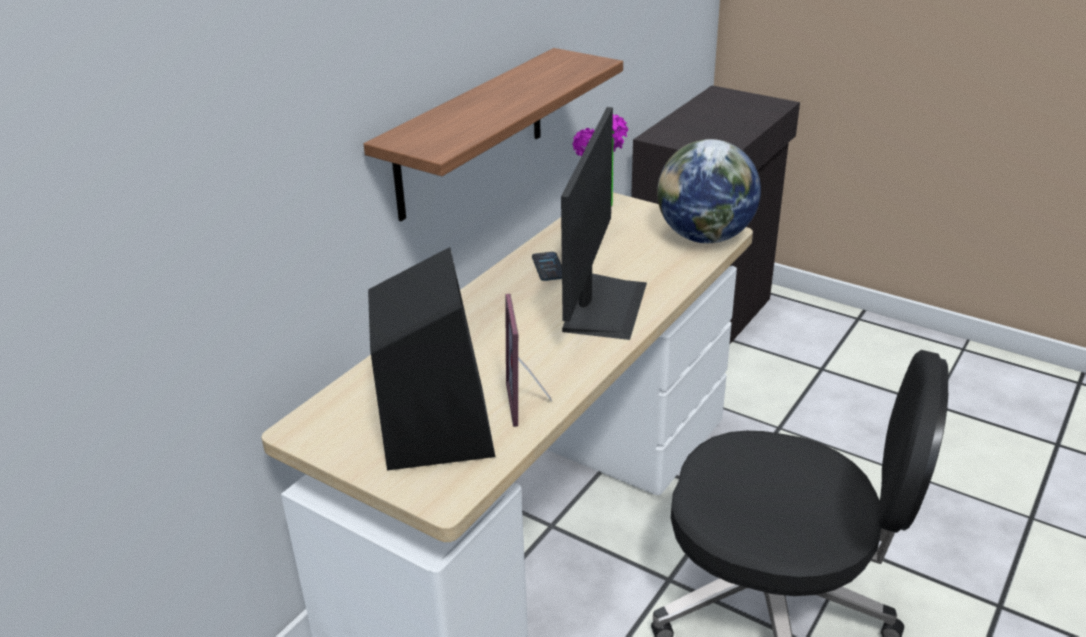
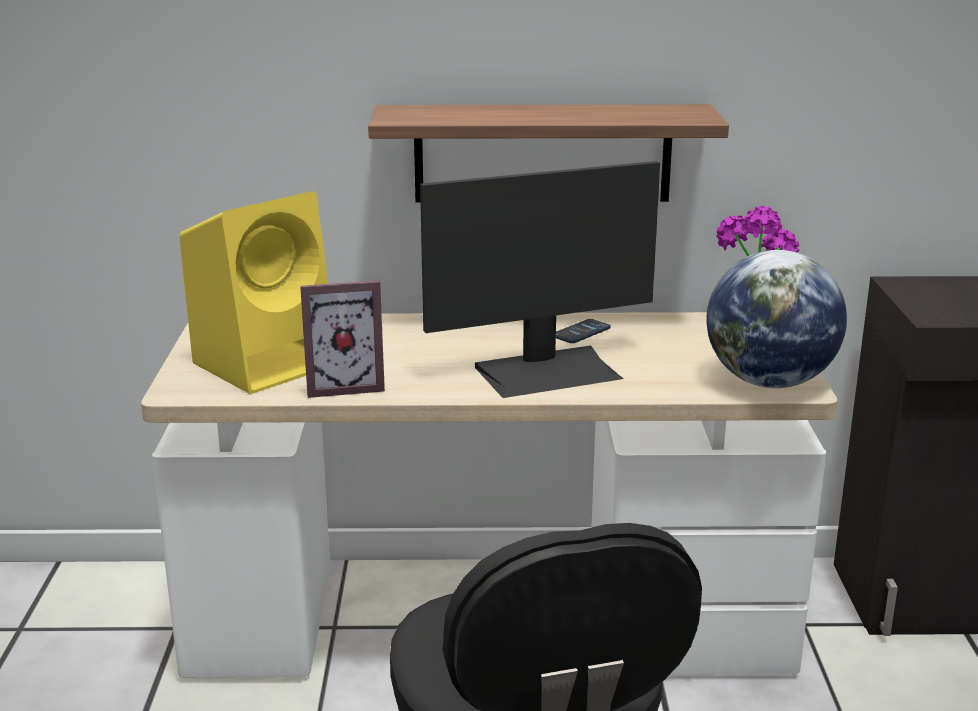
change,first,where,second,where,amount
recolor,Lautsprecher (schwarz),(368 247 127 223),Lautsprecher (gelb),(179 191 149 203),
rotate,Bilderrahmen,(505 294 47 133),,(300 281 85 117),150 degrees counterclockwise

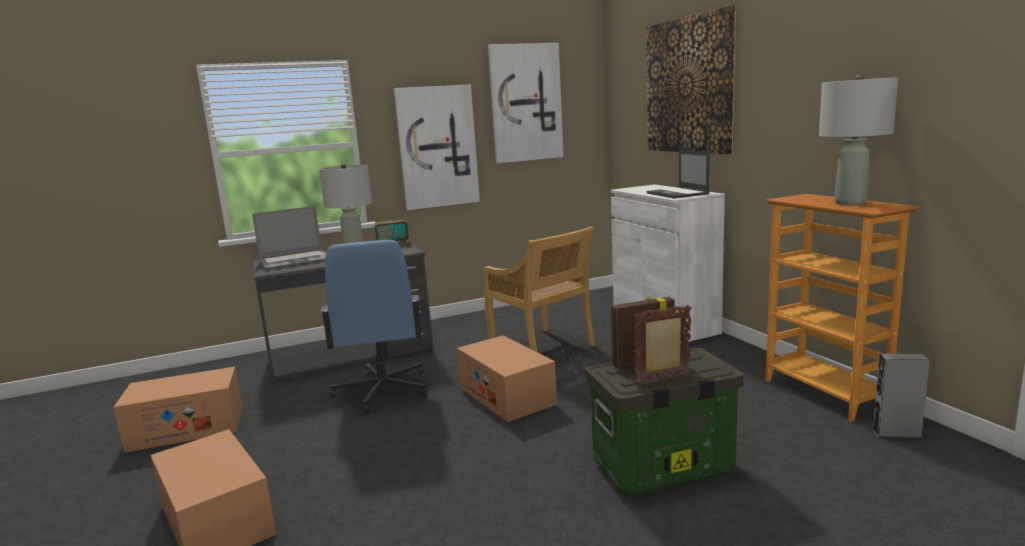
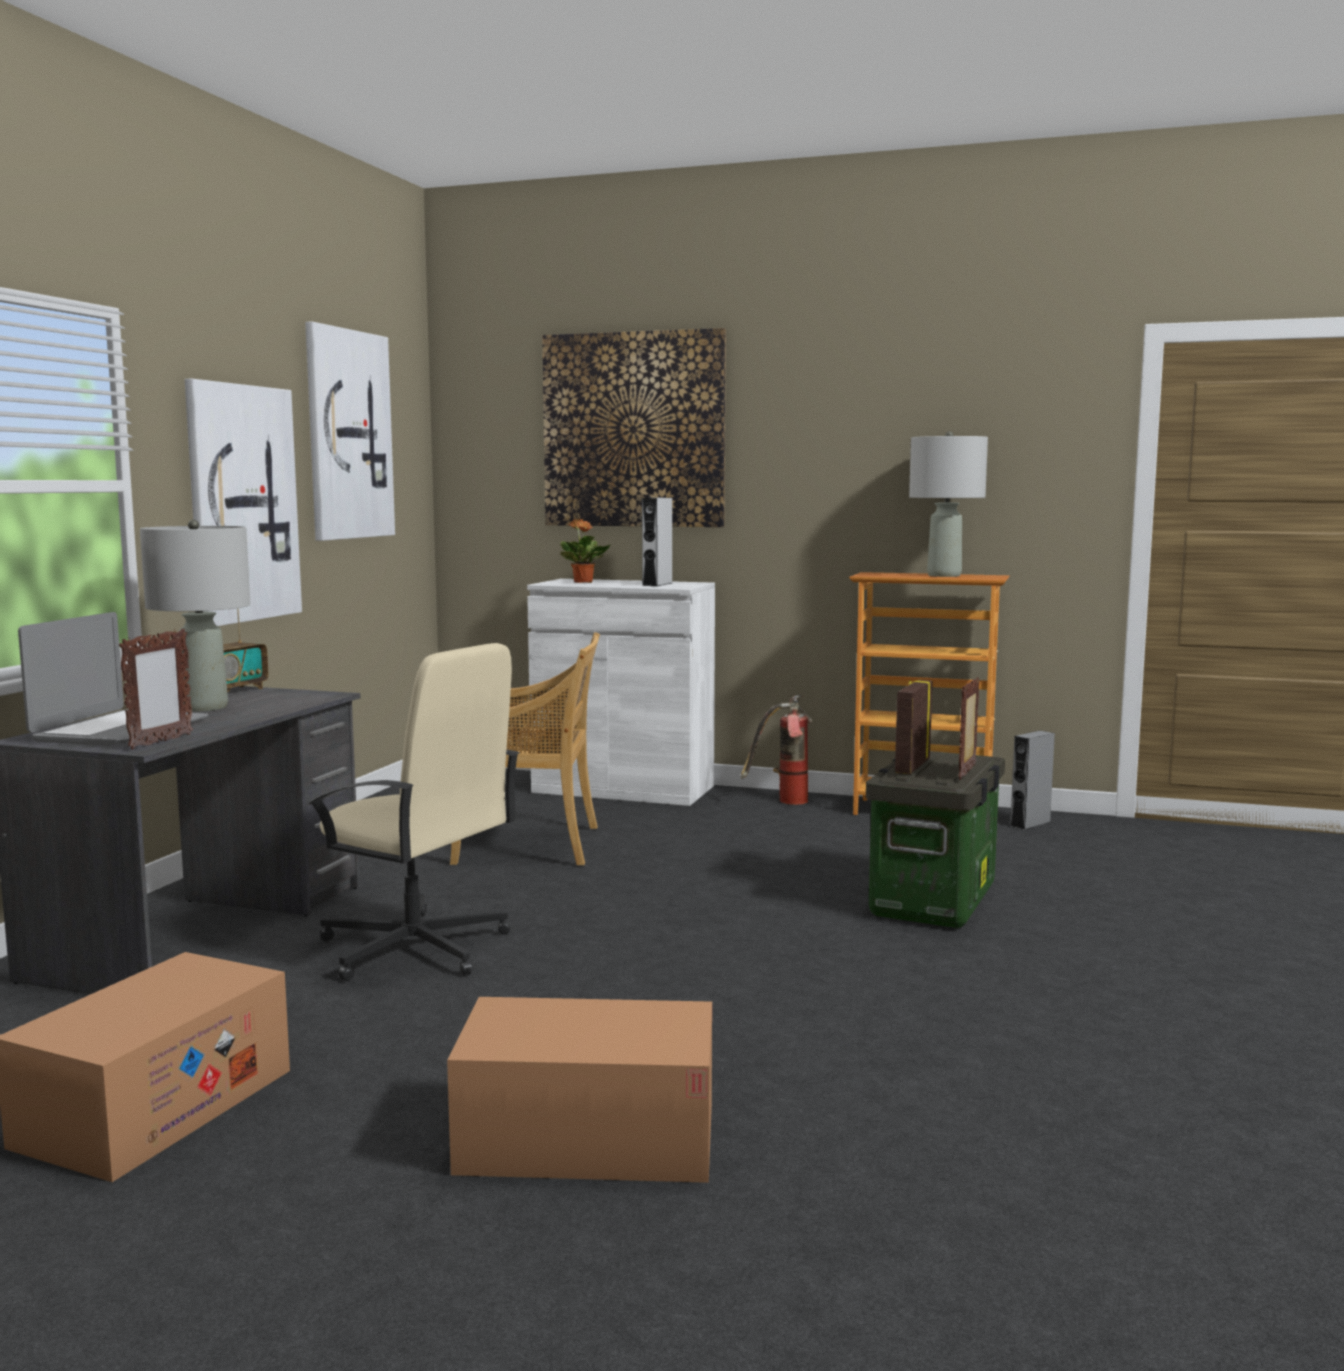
change,first,where,second,where,amount
replace,Laptop,(647 150 62 48),Lautsprecher (grau),(642 498 30 88),
recolor,Bürostuhl (blau),(320 240 108 173),Bürostuhl (beige),(308 643 211 338),
delete,Karton,(457 335 100 87),,,
insert,,,Topfpflanze,(560 519 50 64),
insert,,,Bilderrahmen,(119 629 74 120),
insert,,,Feuerlöscher,(741 695 71 110),

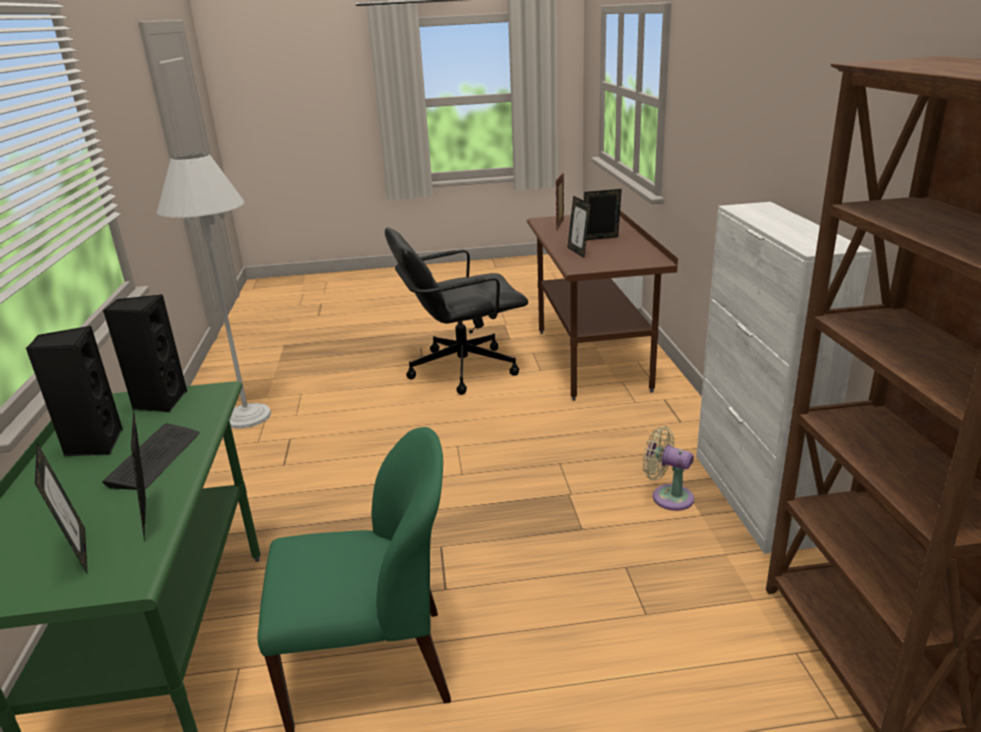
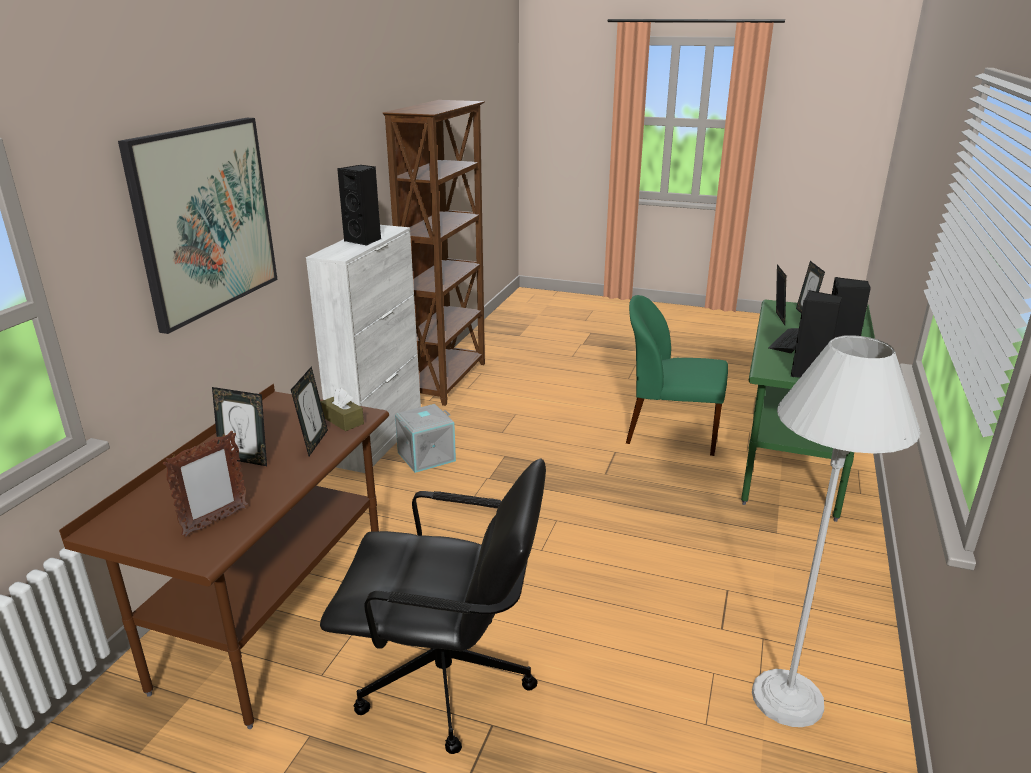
change,first,where,second,where,amount
replace,Ventilator (beige),(642 426 52 85),Aufbewahrungsbox (grau),(395 404 61 69),
insert,,,Bild,(118 118 160 216),
insert,,,Lautsprecher (schwarz),(337 165 44 81),
insert,,,Taschentuchbox (braun),(321 388 43 43),

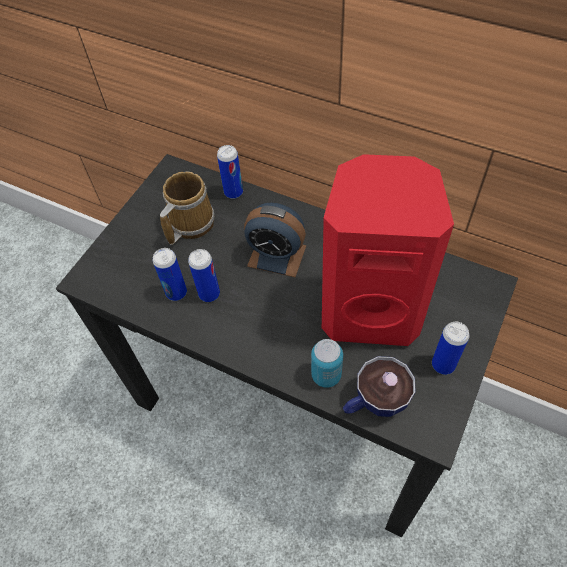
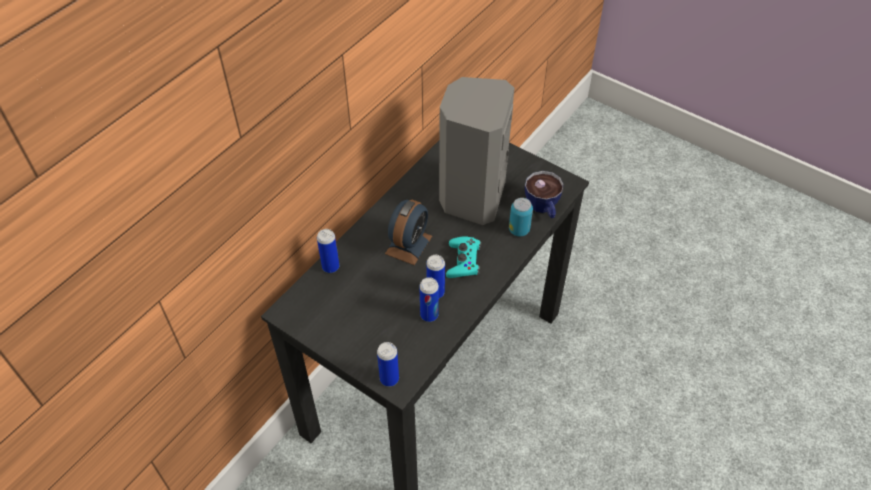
change,first,where,second,where,amount
recolor,Lautsprecher (rot),(322 154 132 192),Lautsprecher (grau),(439 77 75 148),
delete,Henkelbecher,(160 171 55 74),,,
move,Dose,(432 322 38 53),,(377 342 22 45),
insert,,,Gamepad (türkis),(446 236 36 42),

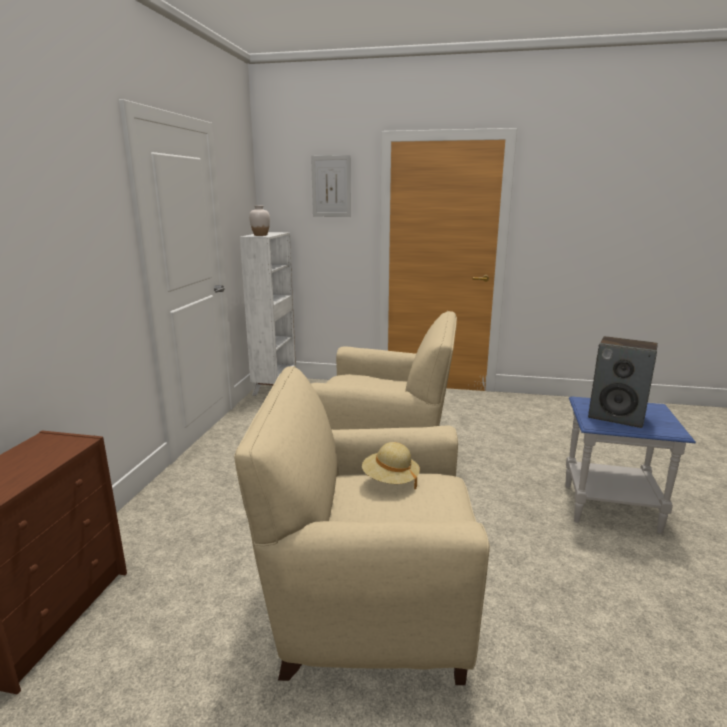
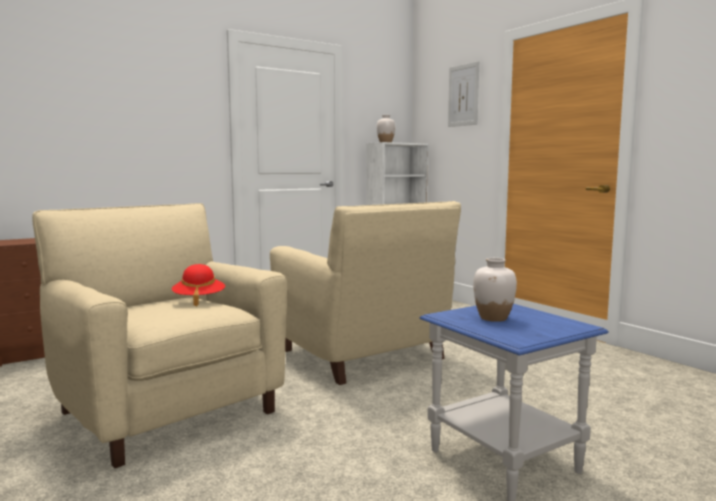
change,first,where,second,where,amount
replace,Lautsprecher,(588 336 70 92),Vase (weiß),(473 258 44 64),
recolor,Hut (beige),(362 442 58 47),Hut (rot),(172 264 53 42),

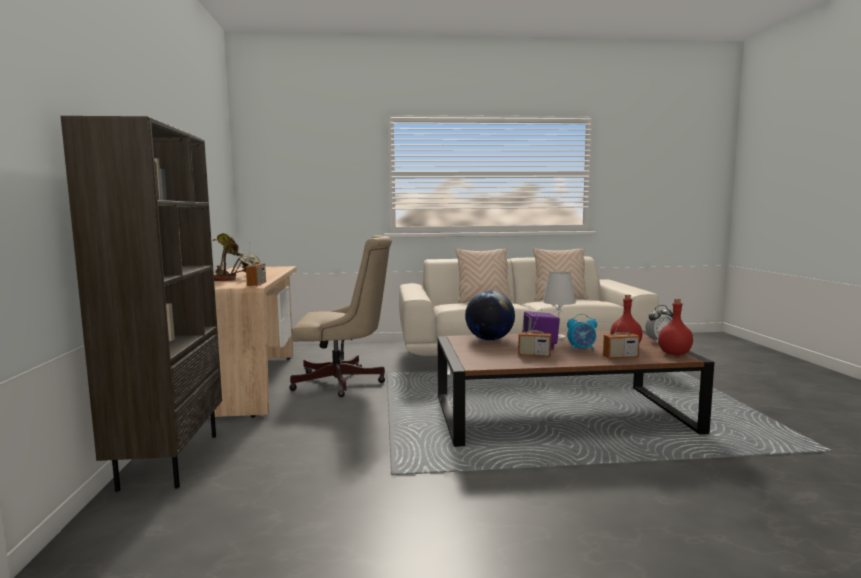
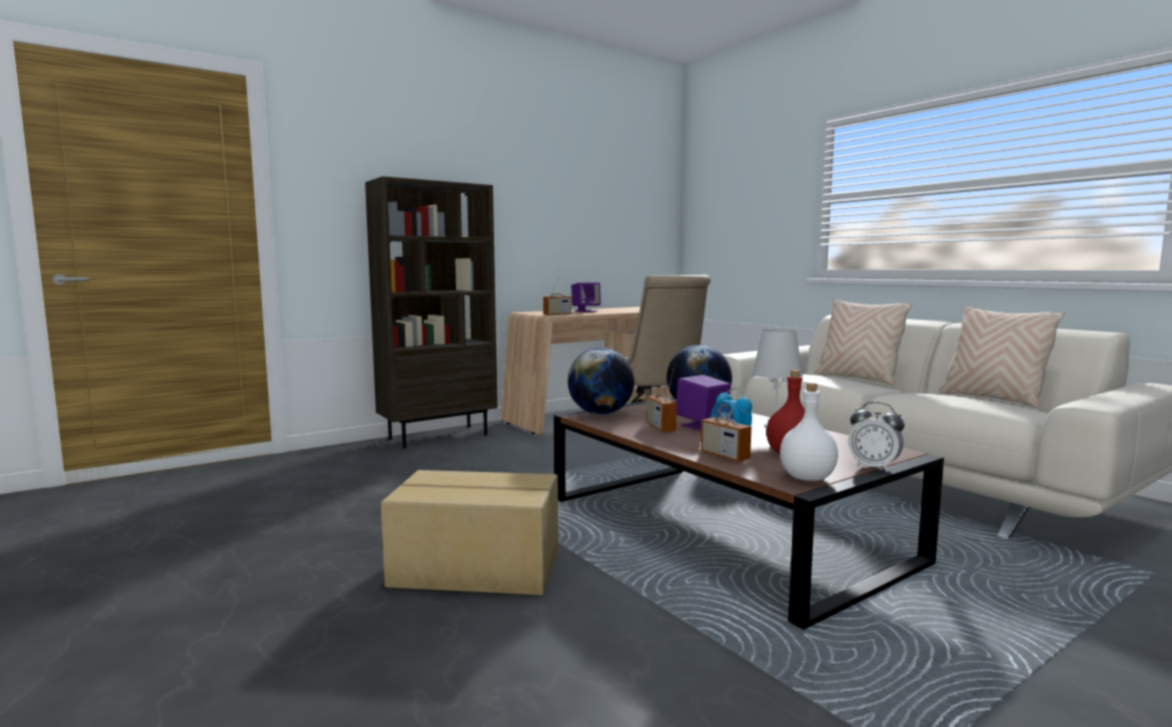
change,first,where,second,where,amount
replace,Topfpflanze,(213 233 47 48),Lautsprecher (lila),(571 282 30 30),
recolor,Flasche (rot),(658 299 35 56),Flasche (weiß),(780 383 58 98),
insert,,,Globus,(568 348 67 67),
insert,,,Karton,(381 470 177 125),

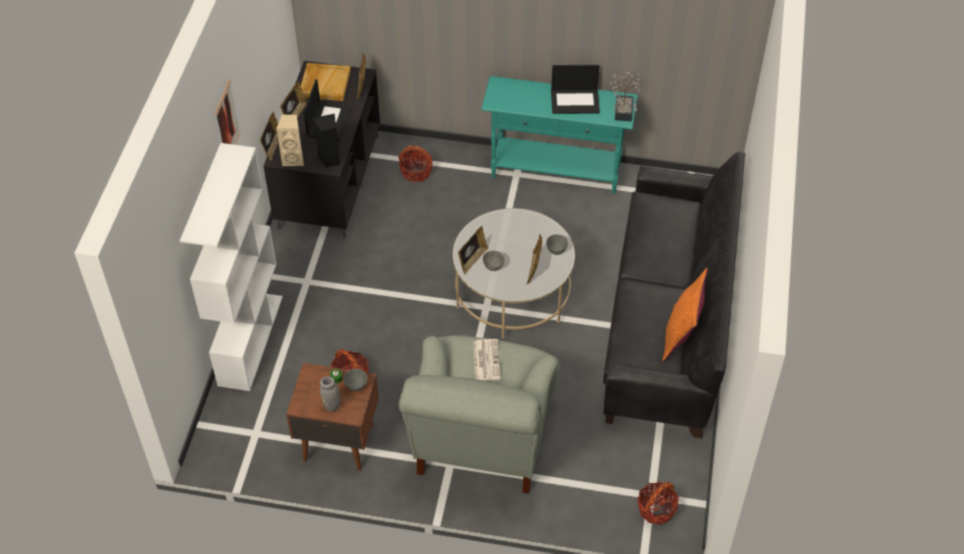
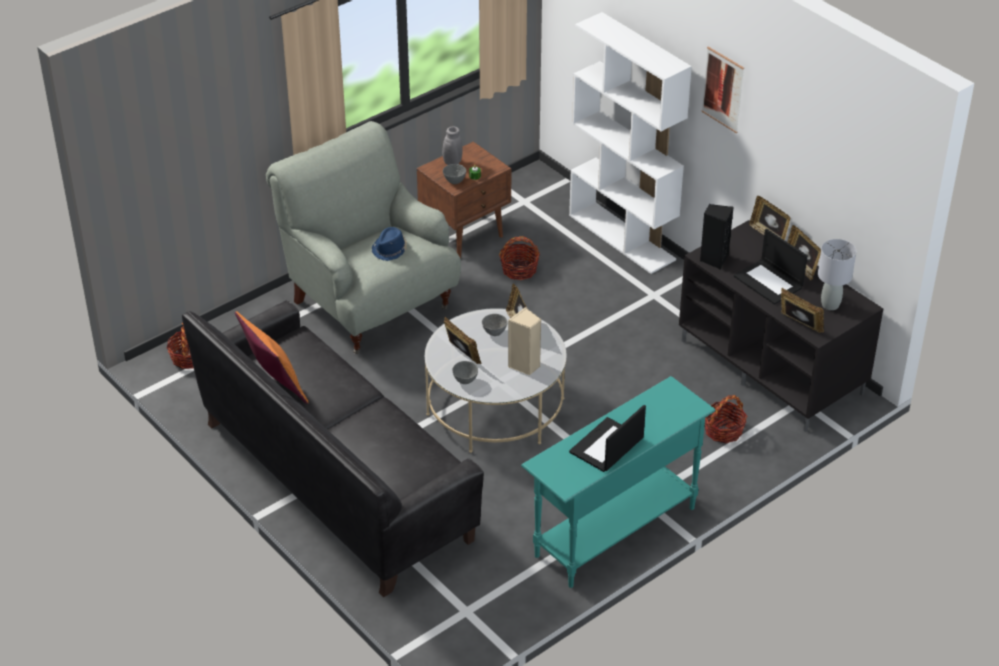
change,first,where,second,where,amount
replace,Tablett (beige),(301 63 50 38),Tischlampe (grau),(818 239 39 71),
delete,Topfpflanze,(610 72 30 50),,,
move,Lautsprecher (beige),(276 114 28 52),,(508 307 34 68),
replace,Zeitung,(474 339 27 41),Hut (blau),(372 227 35 34),

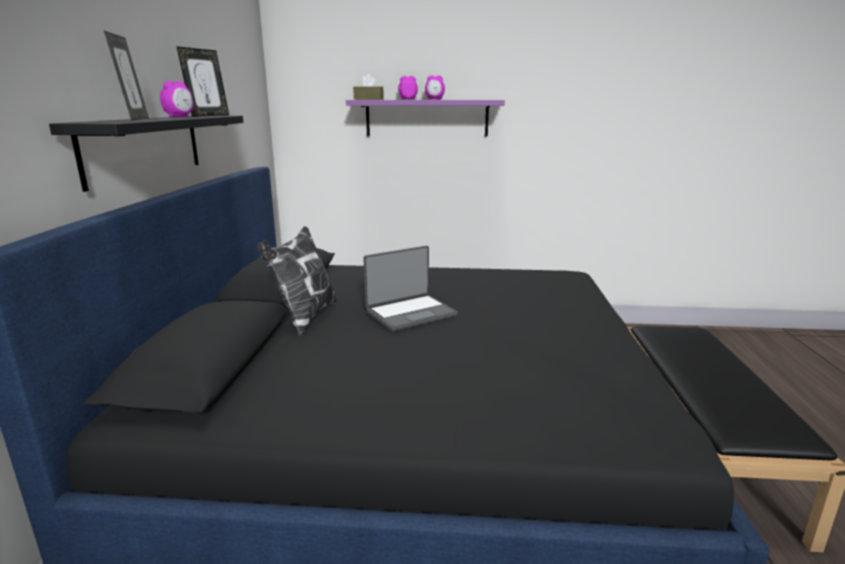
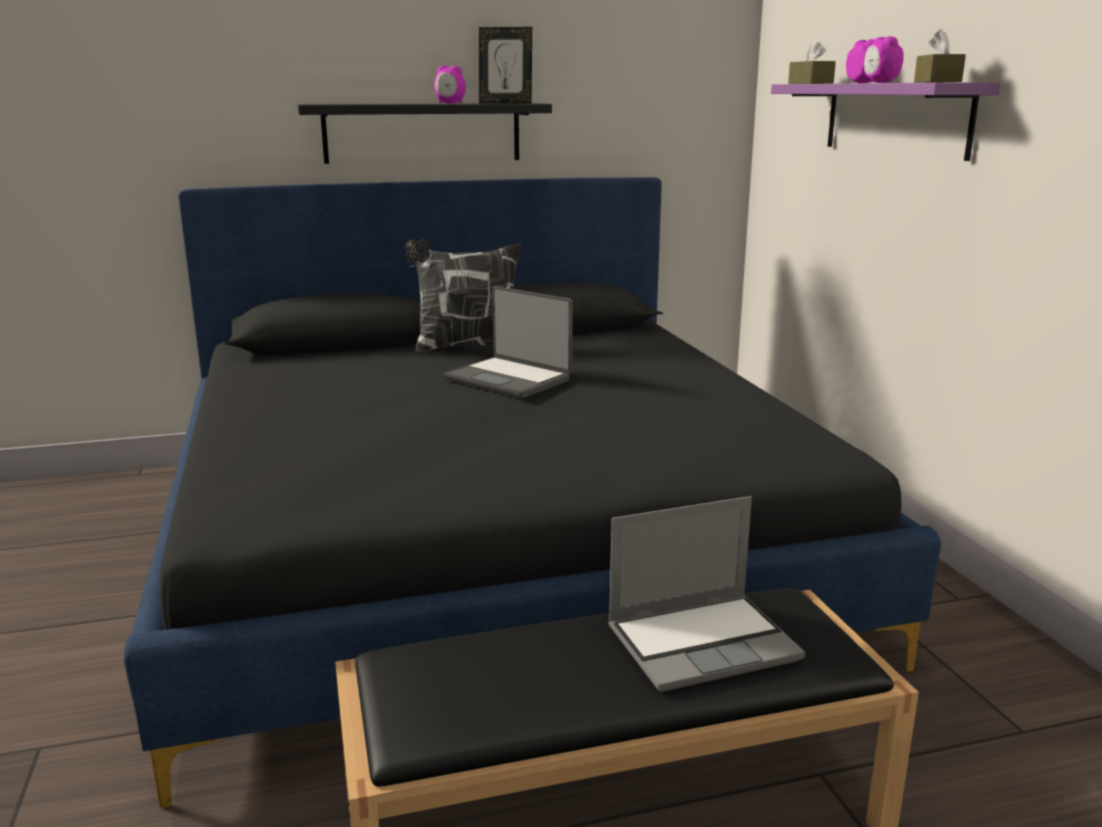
change,first,where,second,where,amount
delete,Bilderrahmen,(104 31 45 90),,,
insert,,,Taschentuchbox (braun),(914 29 52 53),
insert,,,Laptop,(608 496 197 196),

